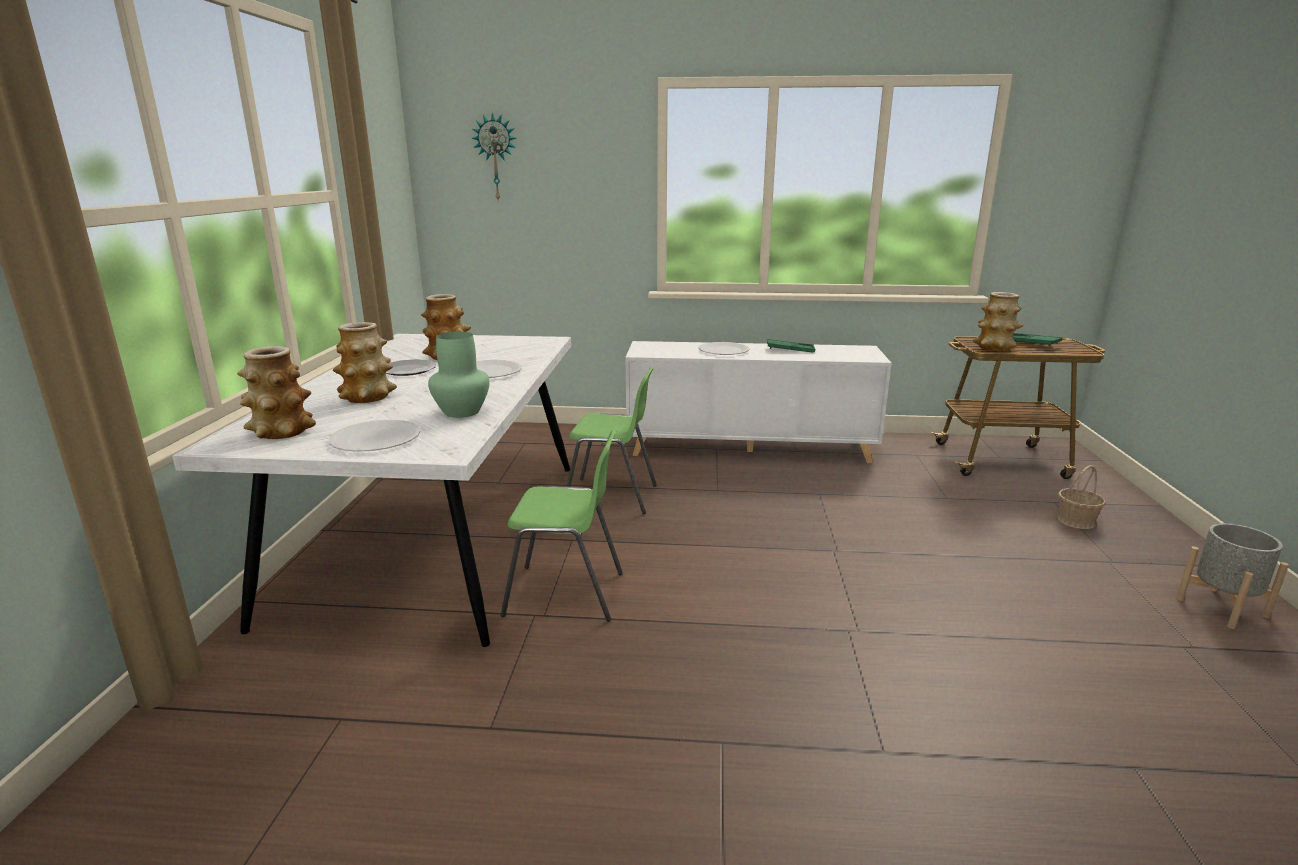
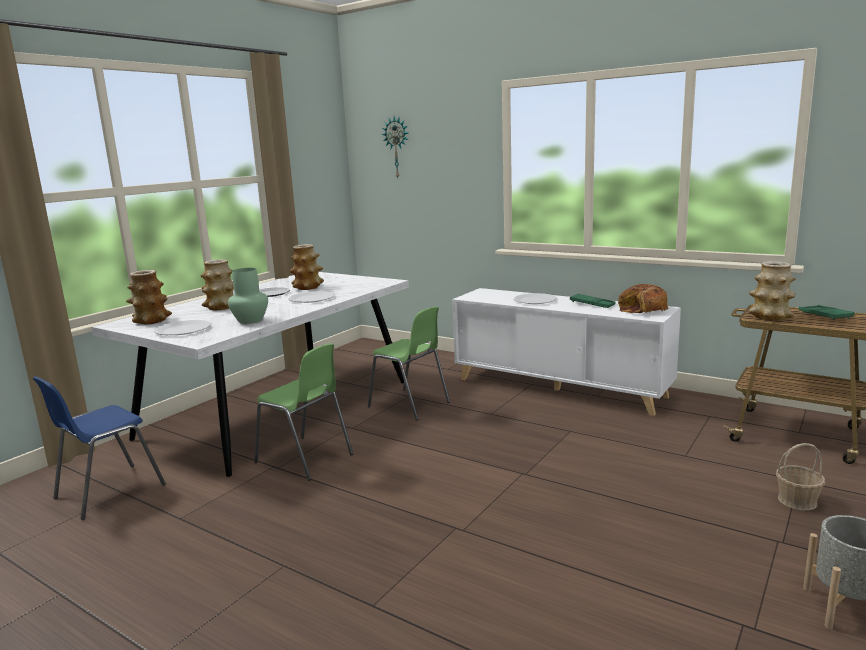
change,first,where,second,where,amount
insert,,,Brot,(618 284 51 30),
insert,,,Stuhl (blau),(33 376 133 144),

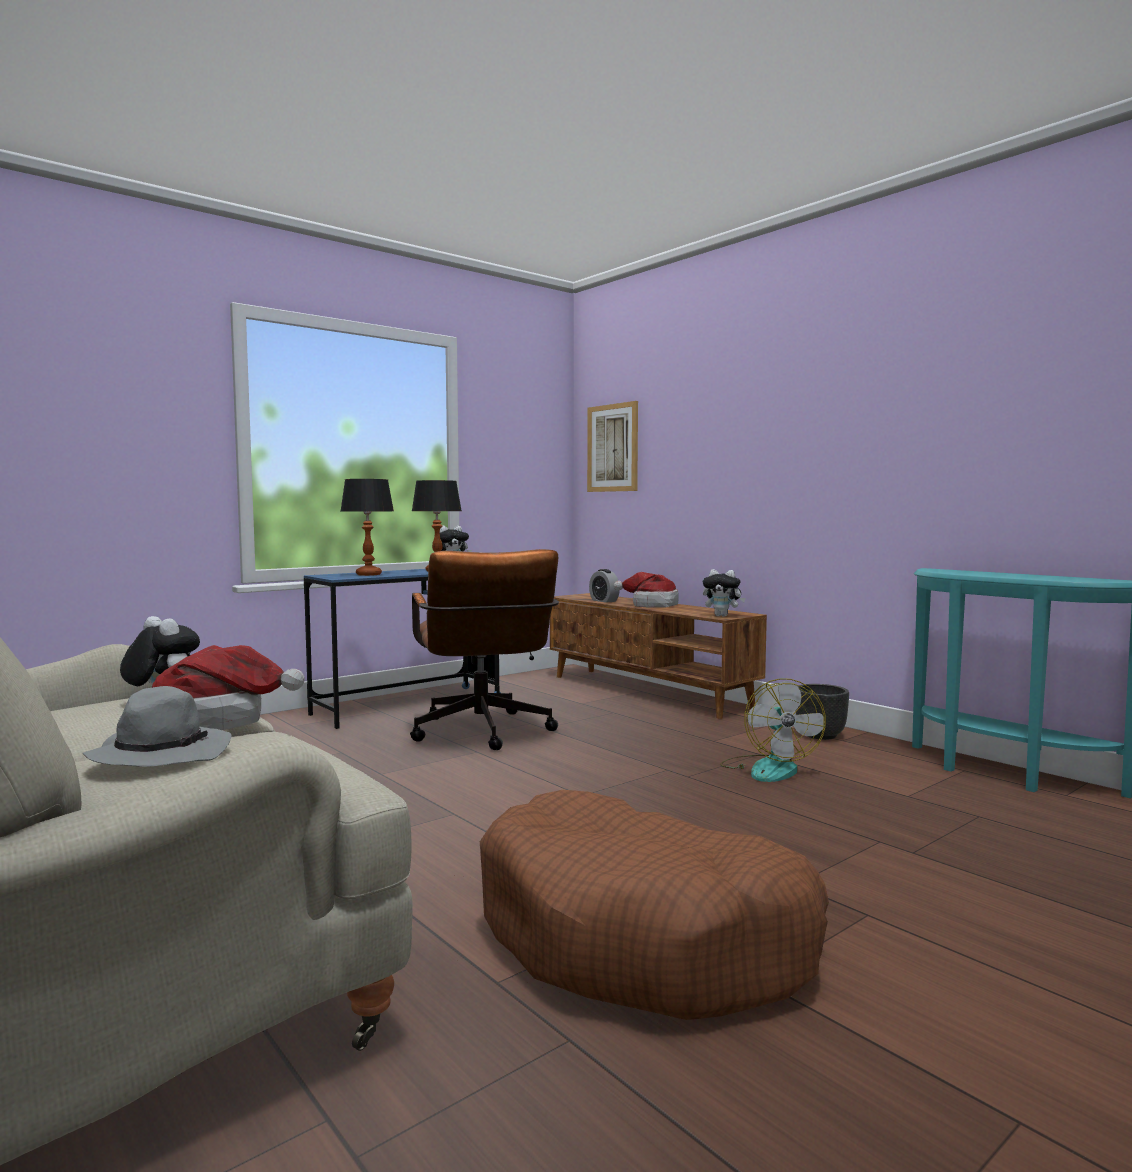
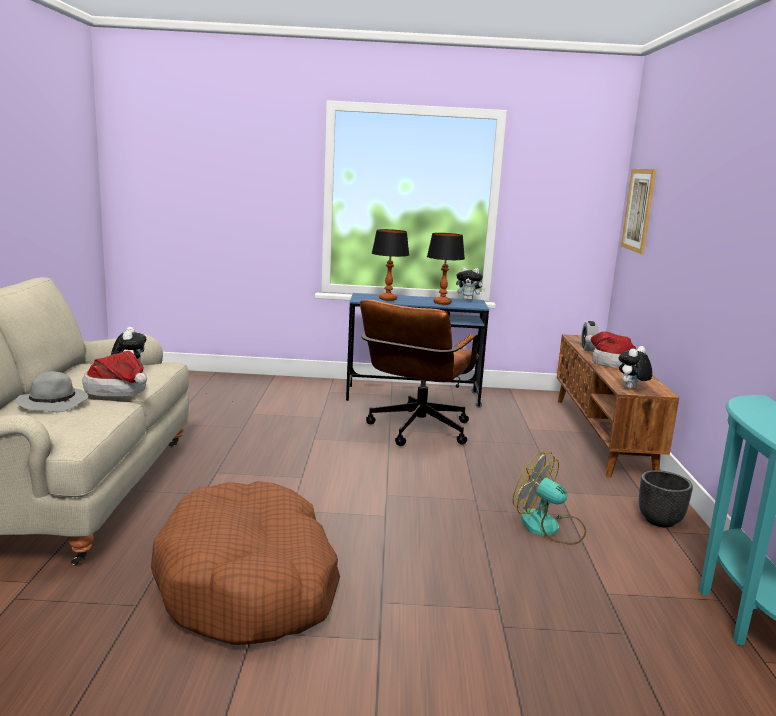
change,first,where,second,where,amount
rotate,Plüschtier,(703 569 43 48),,(619 346 34 43),75 degrees clockwise
rotate,Ventilator,(720 678 106 104),,(513 452 73 93),90 degrees clockwise

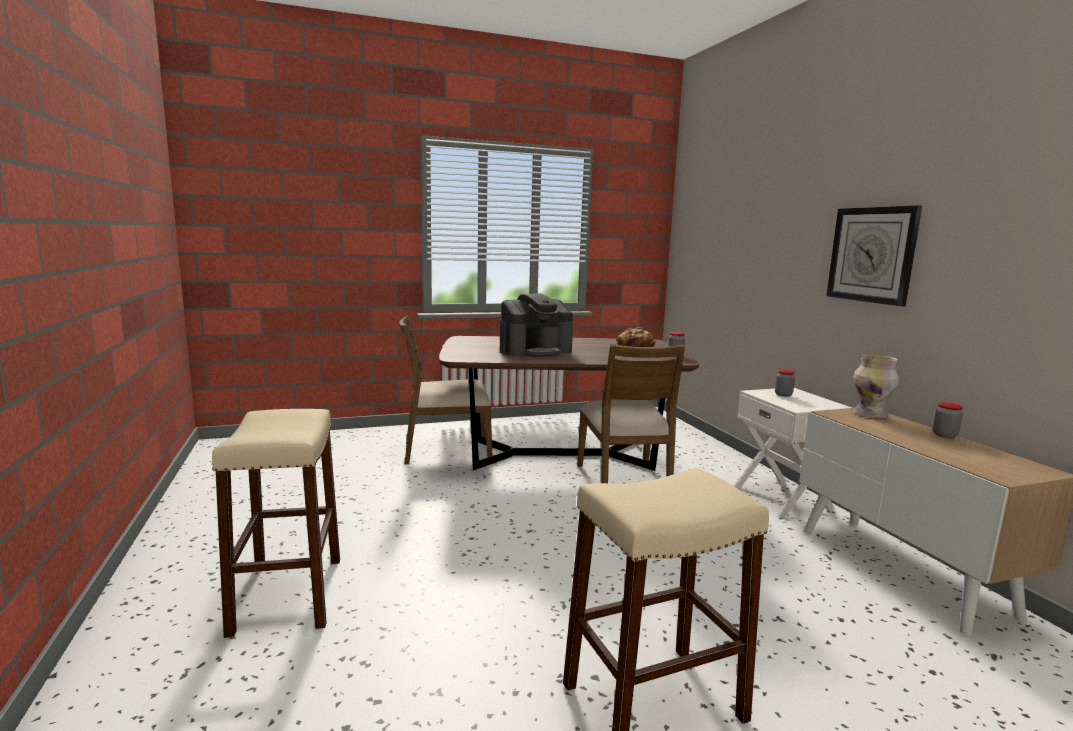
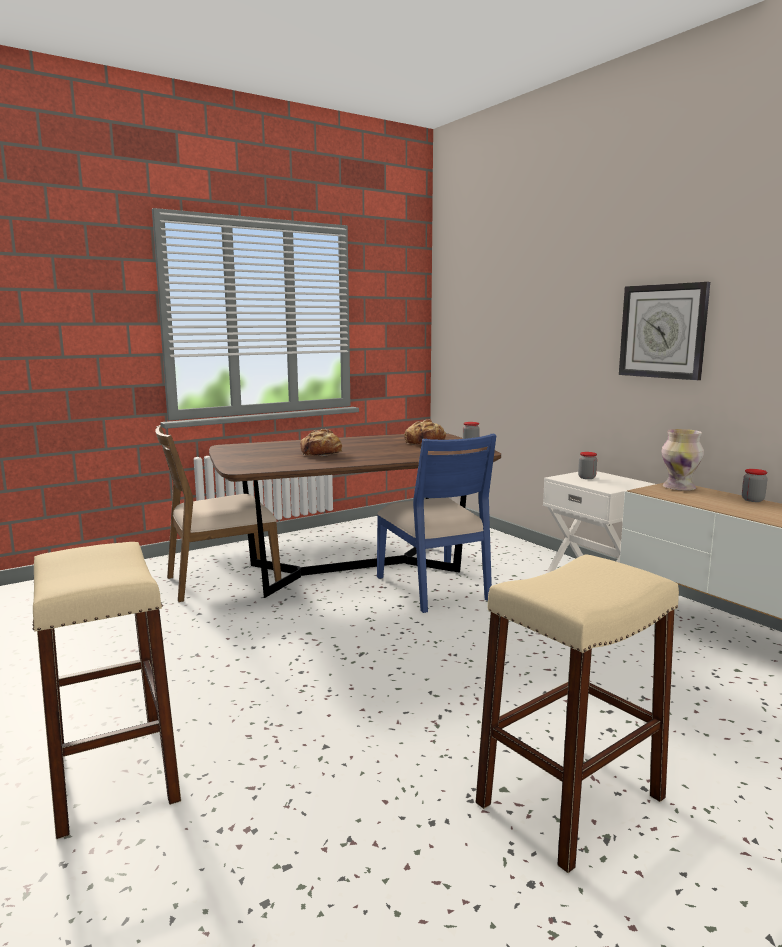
change,first,where,second,where,amount
replace,Kaffeemaschine,(500 294 73 63),Brot,(300 429 42 27),
recolor,Stuhl (braun),(577 344 108 139),Stuhl (blau),(377 434 119 179),

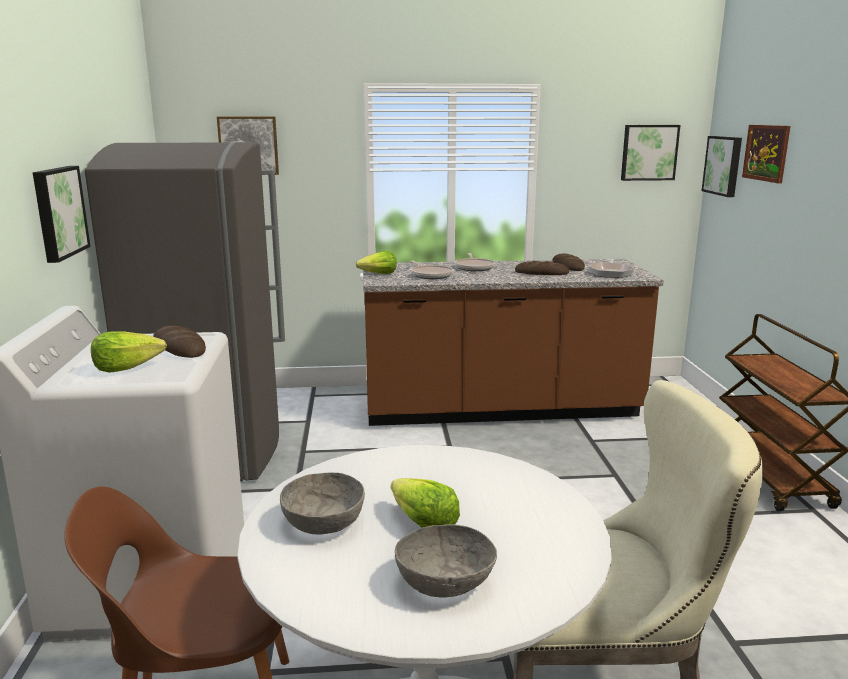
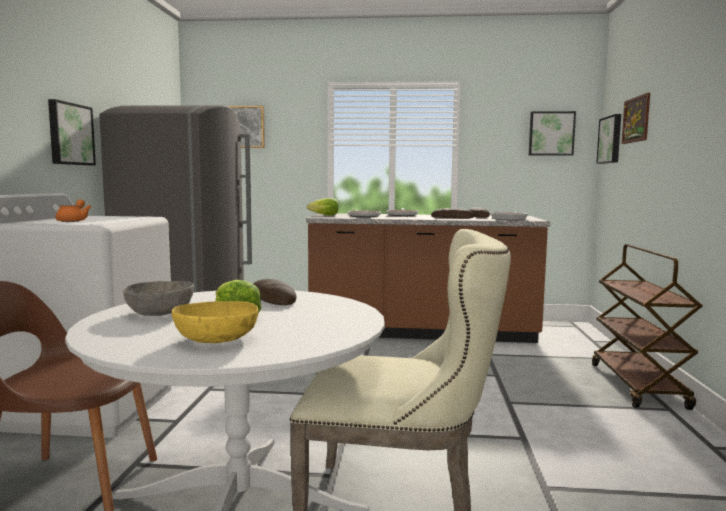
change,first,where,second,where,amount
move,Brot,(153 326 53 32),,(253 279 44 26),
replace,Salatkopf,(91 331 76 42),Teekanne (orange),(55 199 37 23),
recolor,Schüssel (grau),(395 524 102 74),Schüssel (gelb),(172 301 87 42),

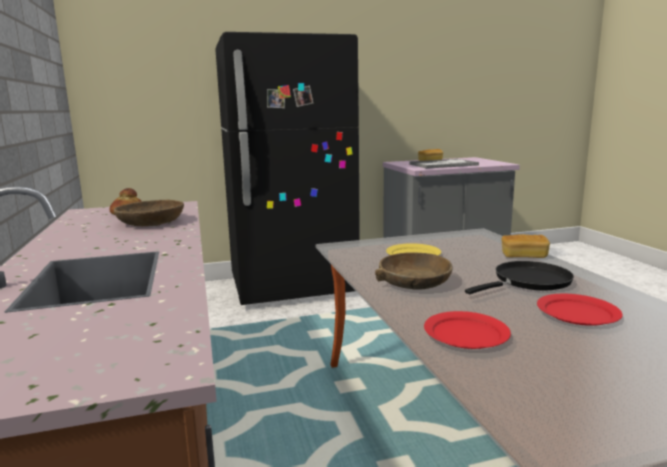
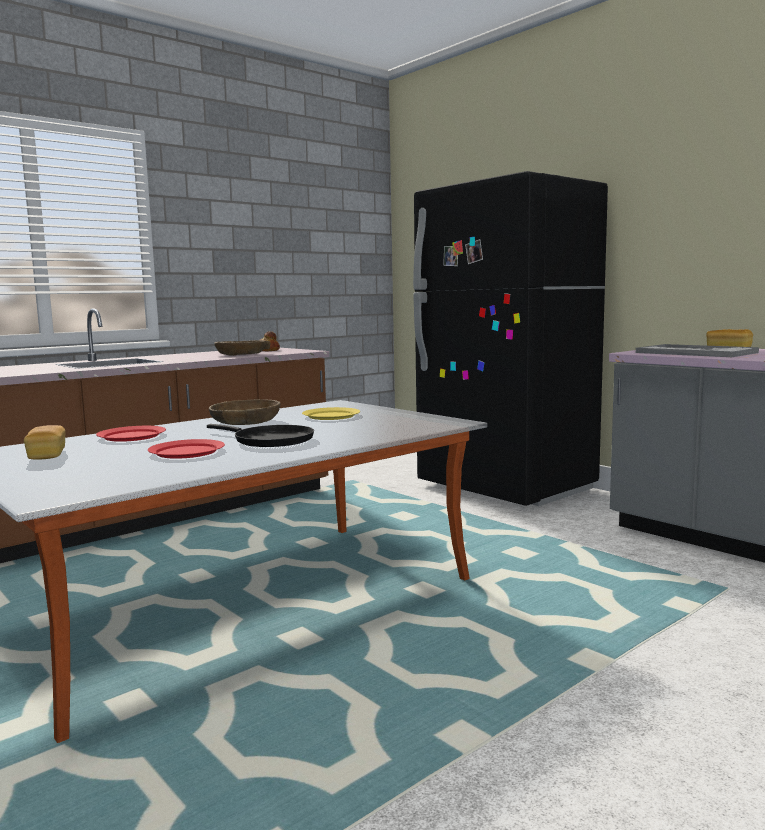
change,first,where,second,where,amount
move,Brot,(501 234 49 24),,(24 425 42 34),

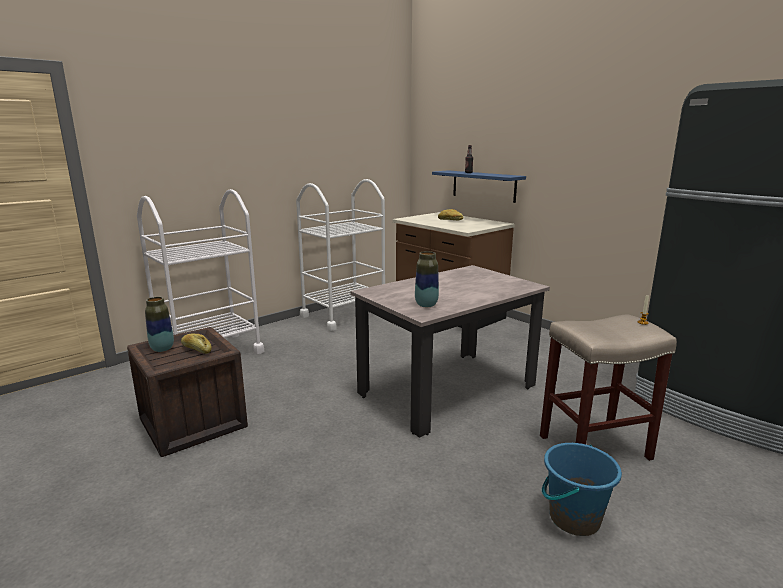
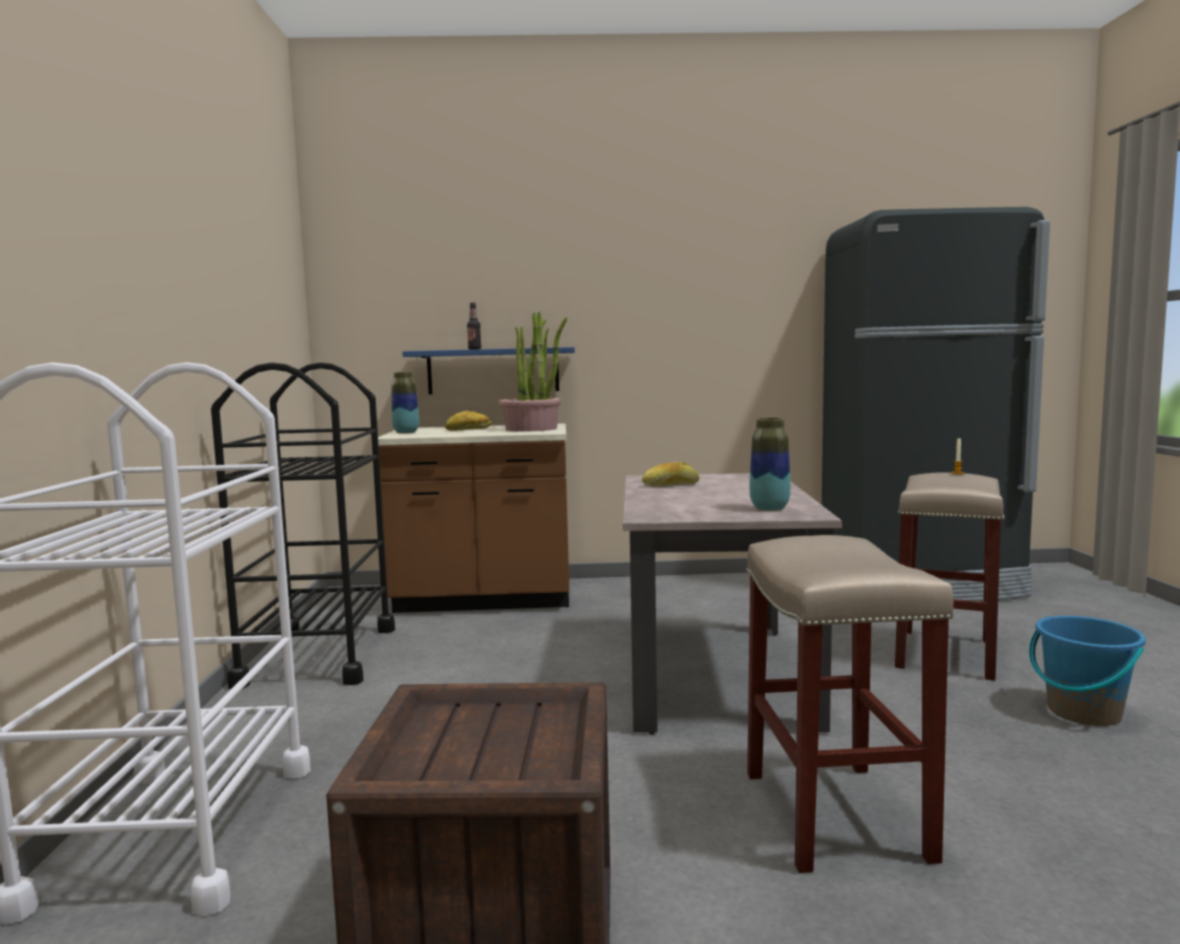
change,first,where,second,where,amount
recolor,Rollwagen (weiß),(296 179 89 152),Rollwagen (schwarz),(211 362 184 327),
move,Vase,(145 297 29 55),,(391 372 28 62),
move,Brot,(181 333 31 21),,(642 462 58 24),
insert,,,Topfpflanze,(499 312 68 120),
insert,,,Hocker (beige),(746 535 208 338),

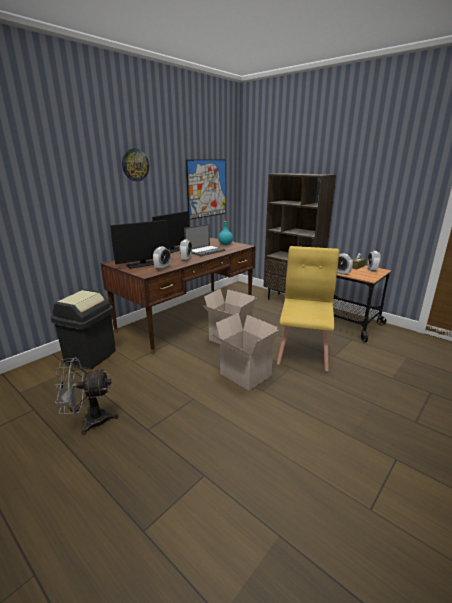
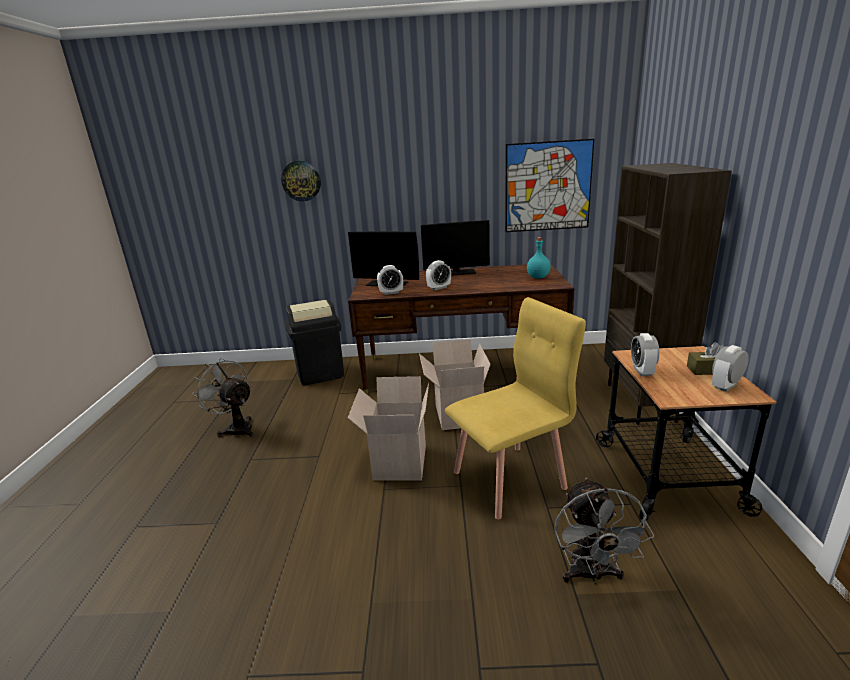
change,first,where,second,where,amount
move,Wanduhr,(122 148 27 33),,(281 161 40 40),
delete,Laptop,(184 224 41 32),,,
insert,,,Ventilator (grau),(554 478 100 107),

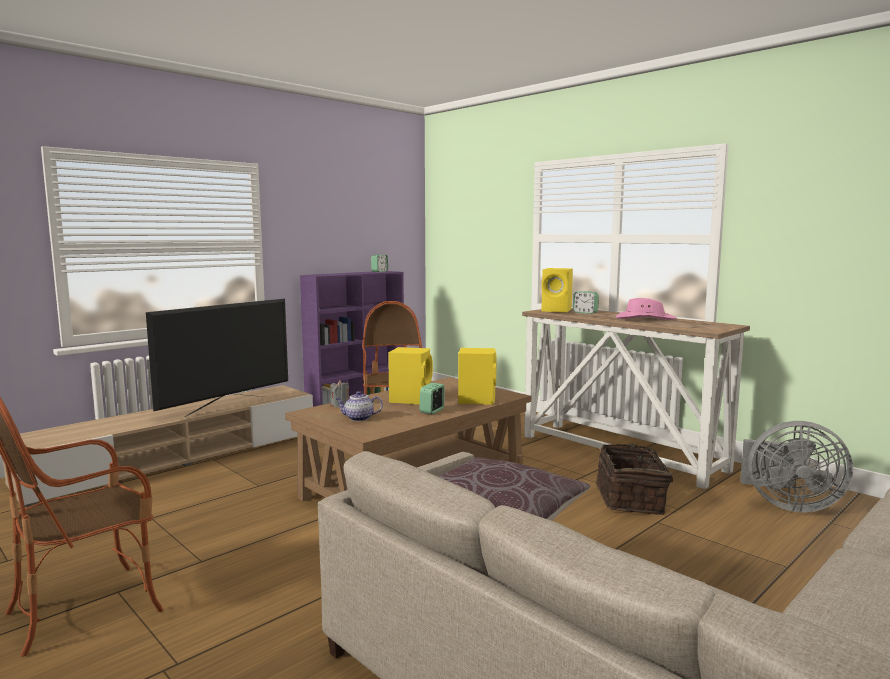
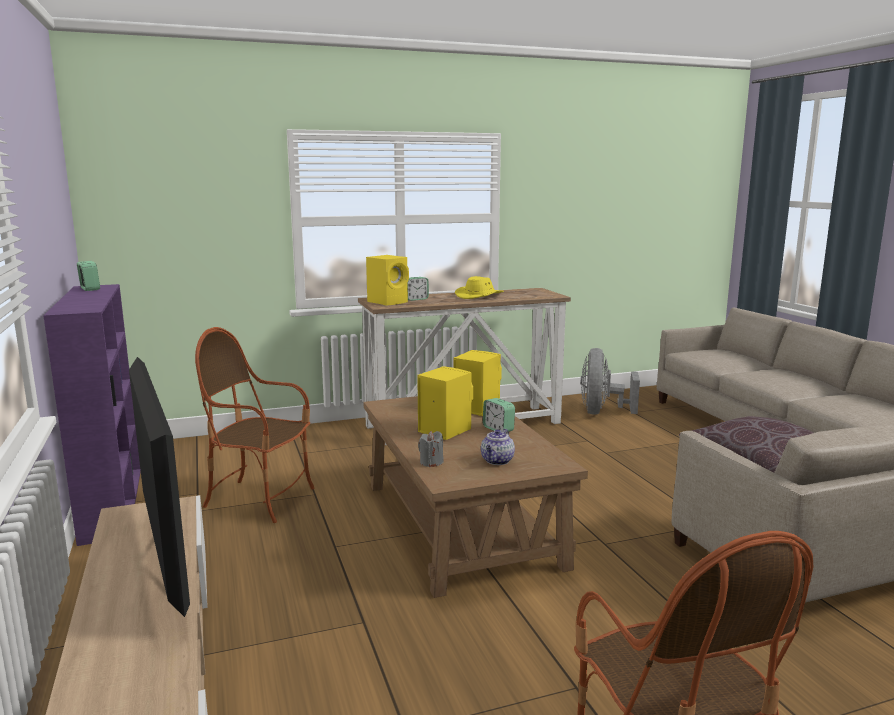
change,first,where,second,where,amount
recolor,Hut (rosa),(616 298 61 22),Hut (gelb),(455 276 49 23),
rotate,Ventilator (grau),(740 421 113 92),,(581 348 59 67),150 degrees clockwise
delete,Korb,(596 443 77 72),,,

